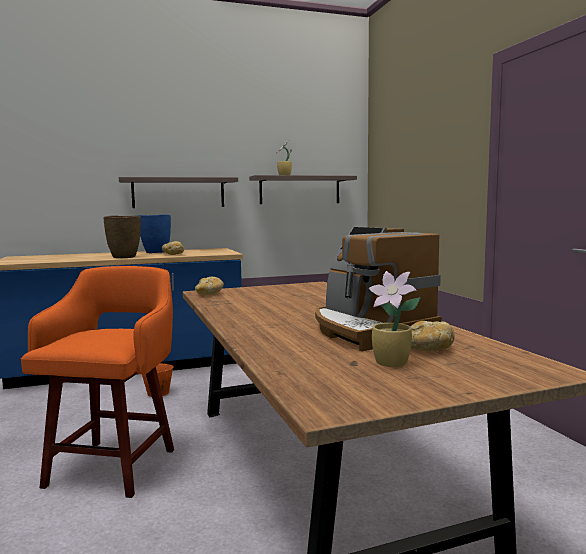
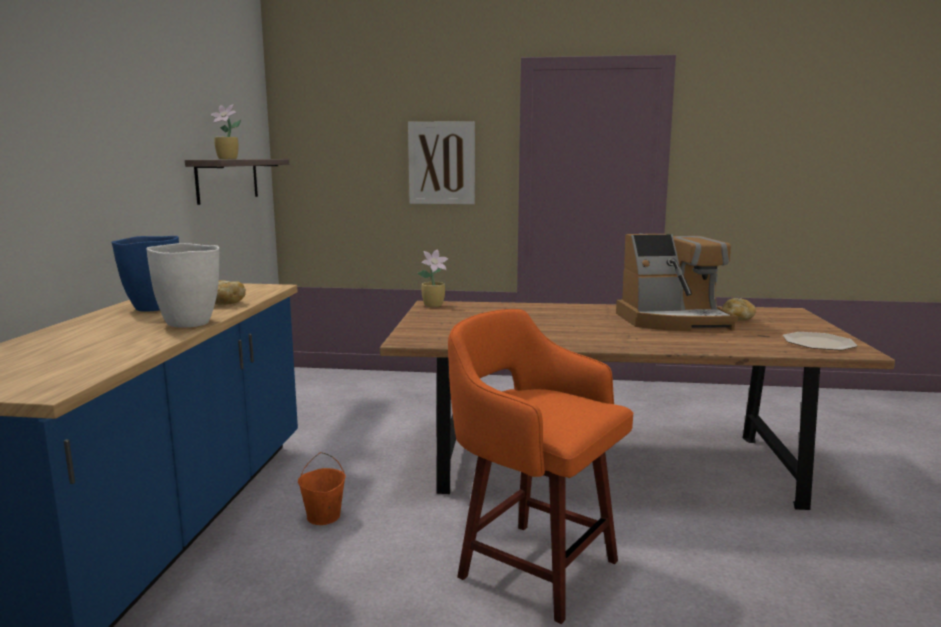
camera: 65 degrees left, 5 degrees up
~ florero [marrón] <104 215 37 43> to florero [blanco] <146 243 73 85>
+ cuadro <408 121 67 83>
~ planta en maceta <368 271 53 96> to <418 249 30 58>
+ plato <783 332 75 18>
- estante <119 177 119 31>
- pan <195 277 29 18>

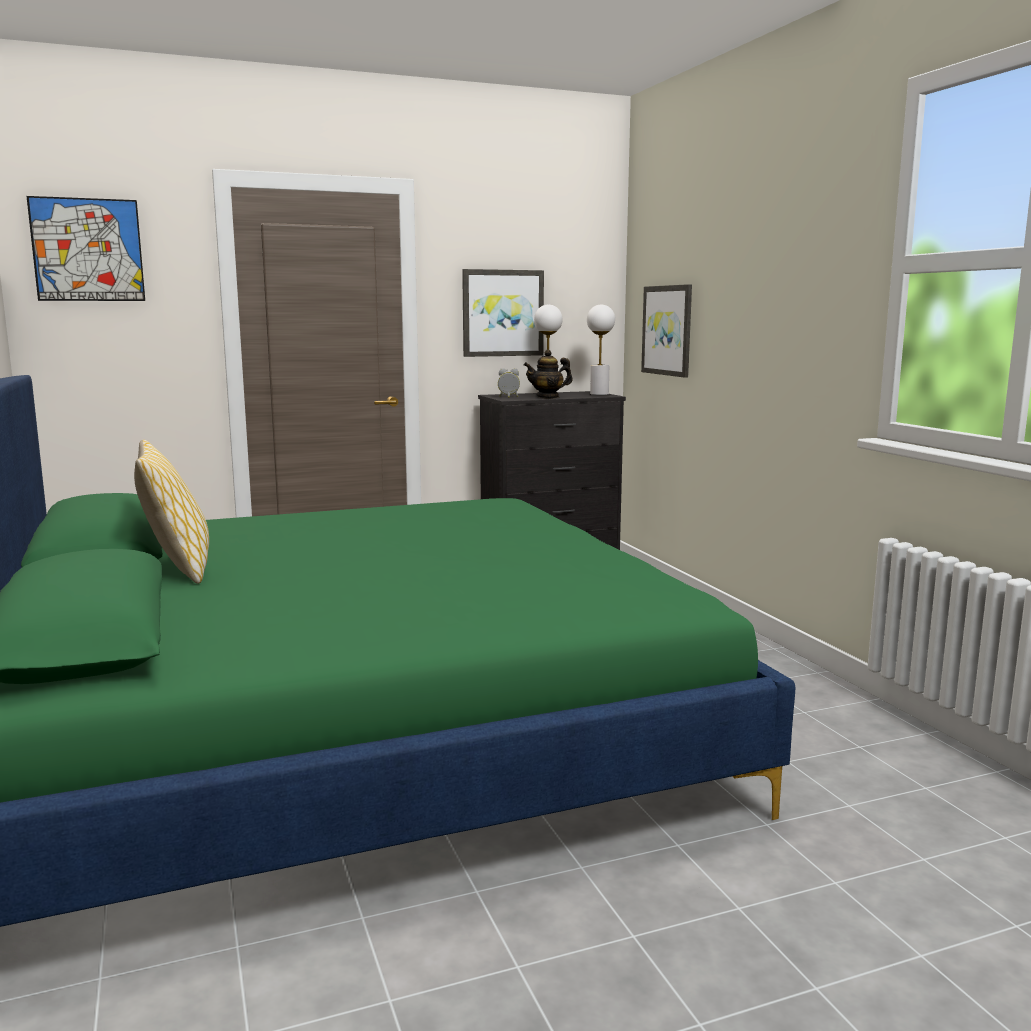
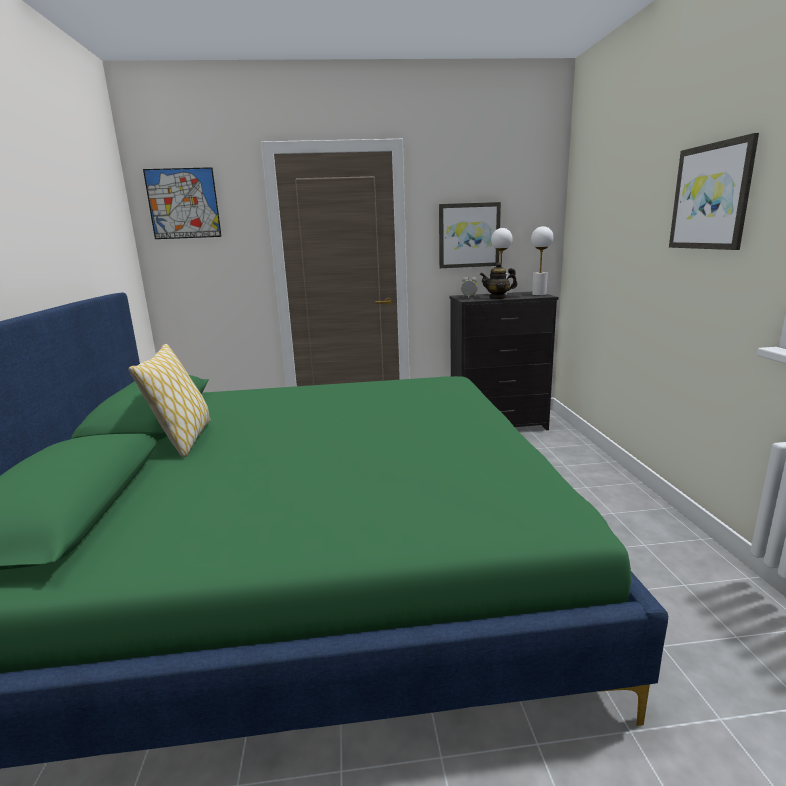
camera: 15 degrees right, 5 degrees up
~ cuadro <641 284 51 94> to <669 133 90 117>

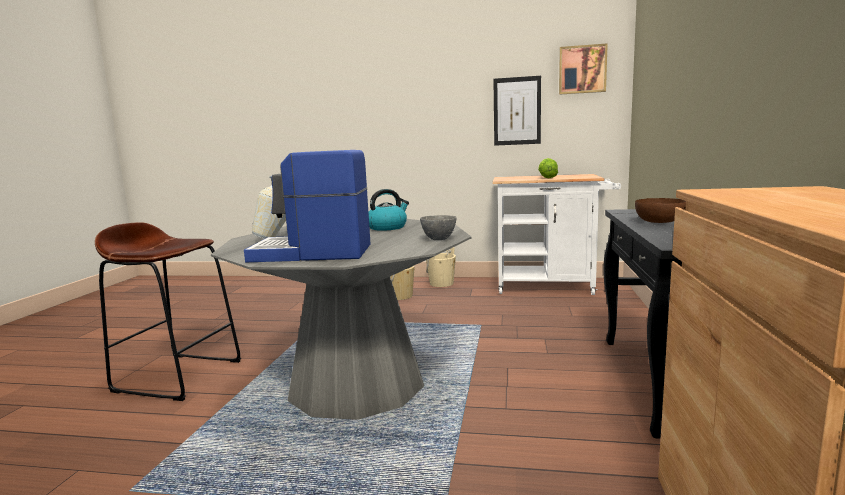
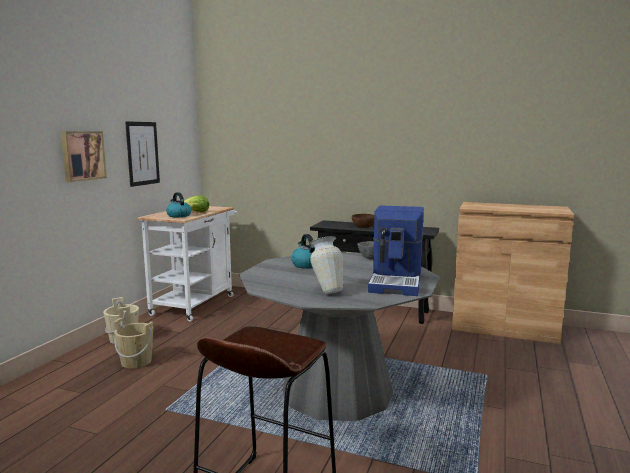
camera: 80 degrees left, 0 degrees up
~ cuadro <559 43 49 52> to <61 131 46 51>
+ hervidor <166 192 26 25>

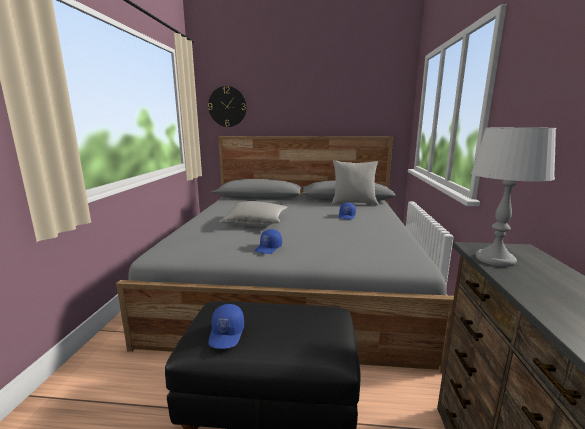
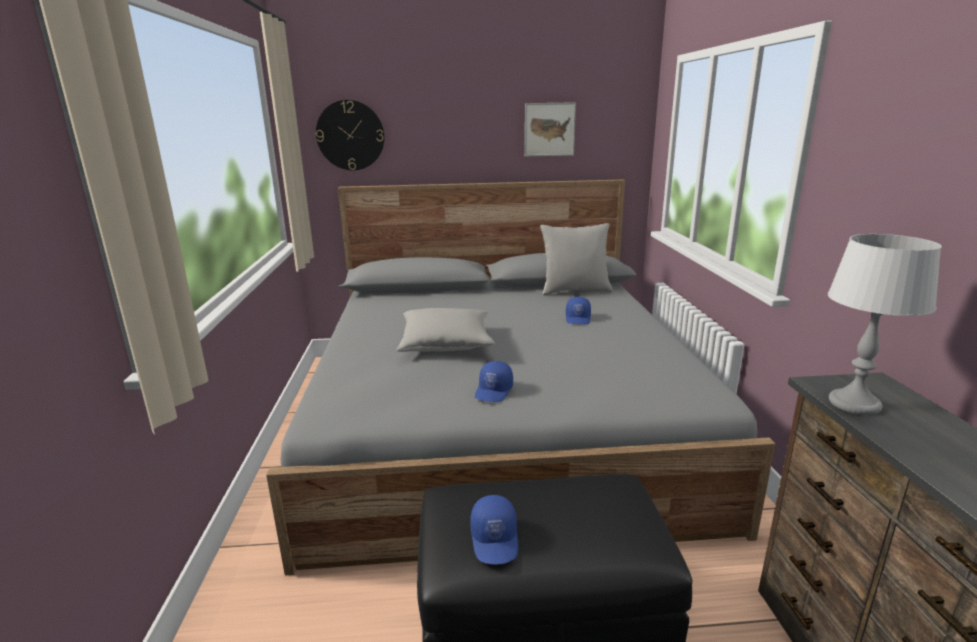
camera: 10 degrees left, 5 degrees up
+ cuadro <525 102 51 55>

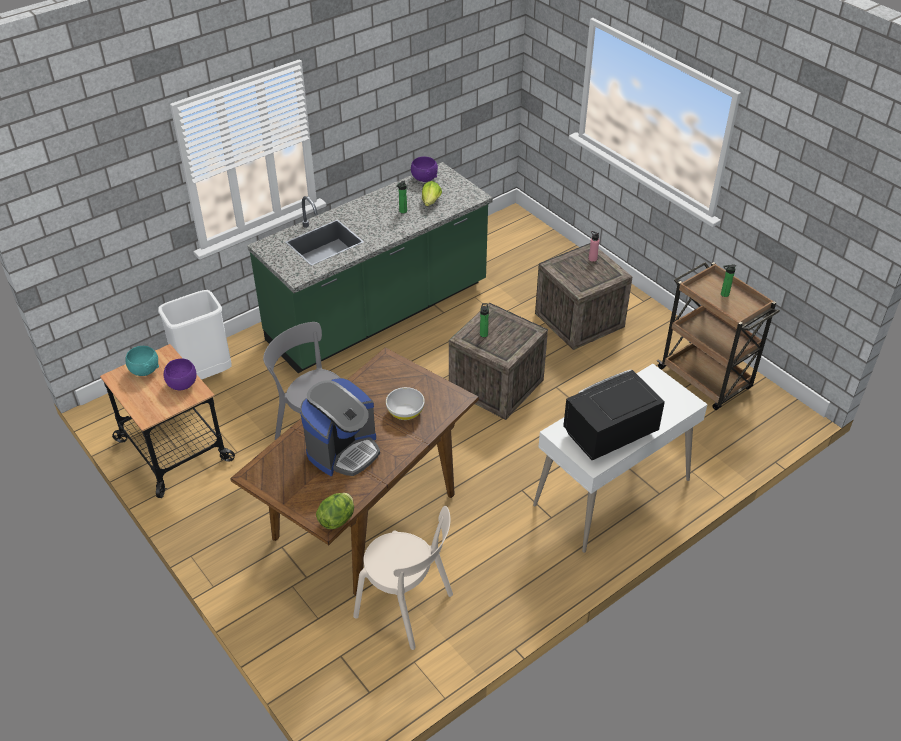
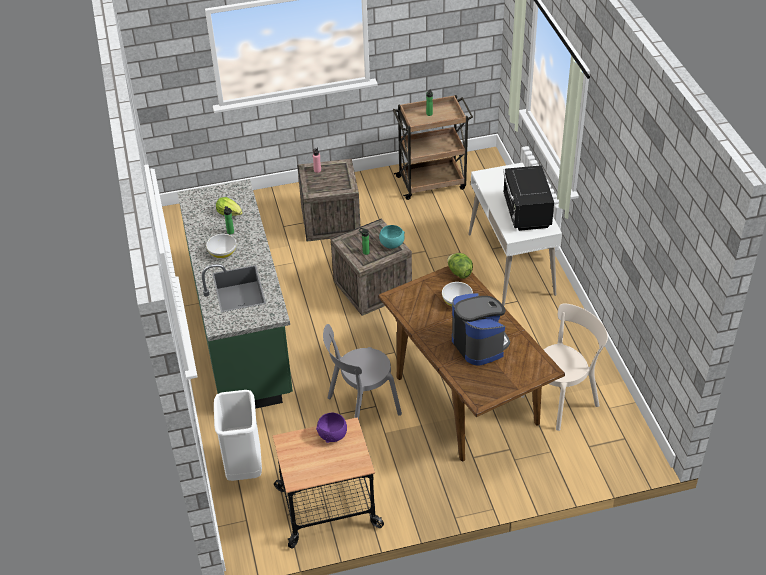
camera: 65 degrees left, 0 degrees up
+ cuenco [blanco] <206 234 30 25>
~ cuenco [turquesa] <125 346 34 30> to <379 225 26 24>
~ lechuga <316 493 38 36> to <447 253 26 26>
- cuenco [morado] <411 157 27 25>

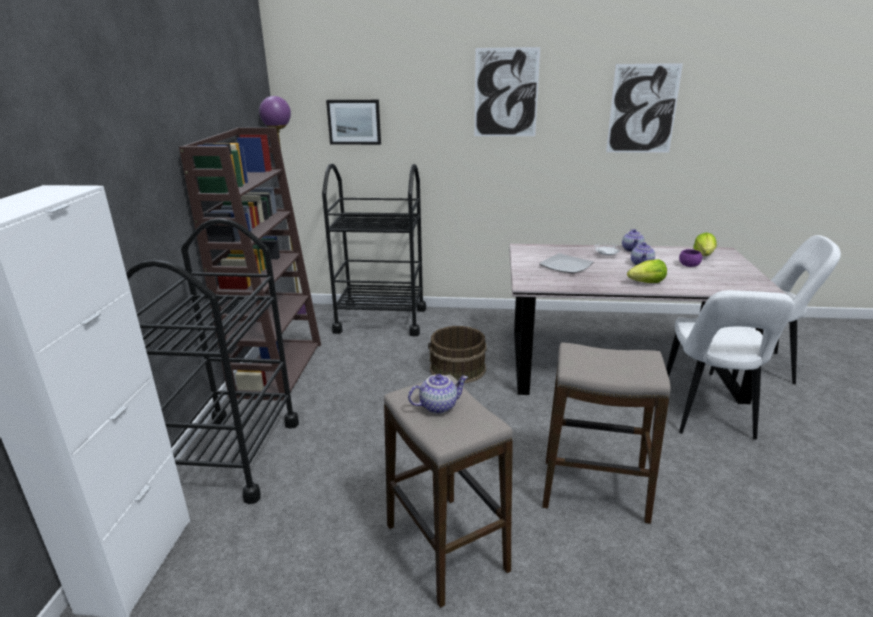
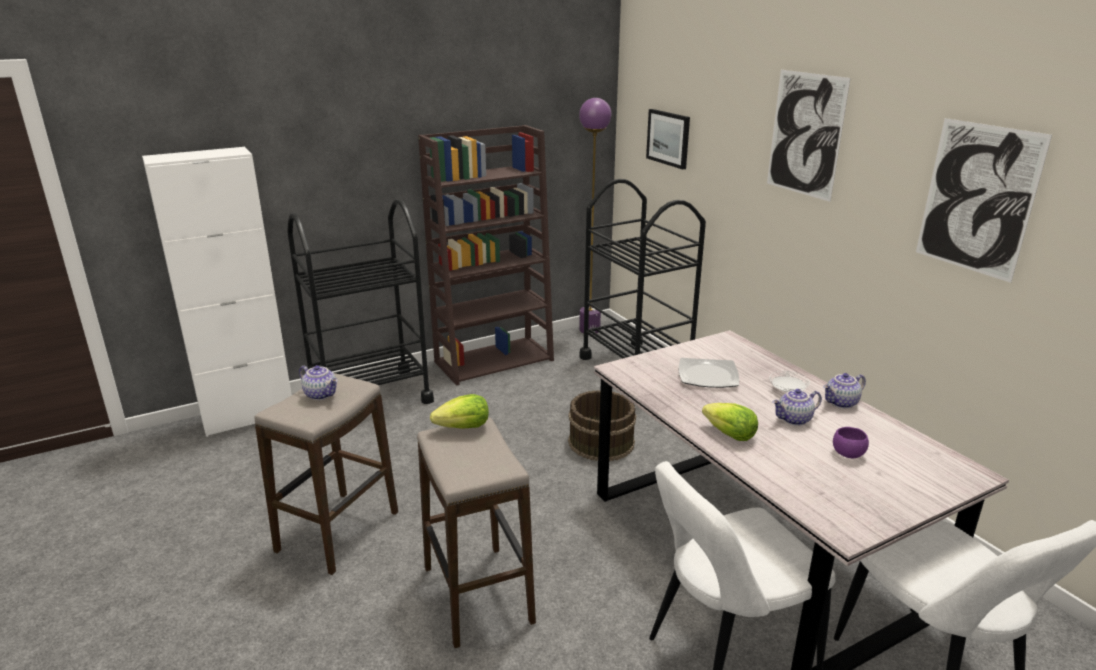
camera: 55 degrees right, 0 degrees up
~ lechuga <693 232 24 24> to <430 394 59 35>

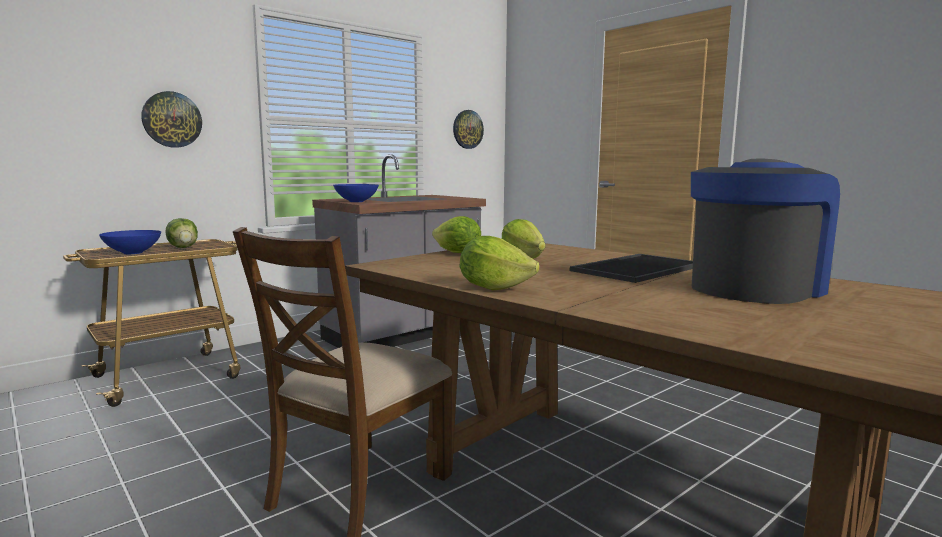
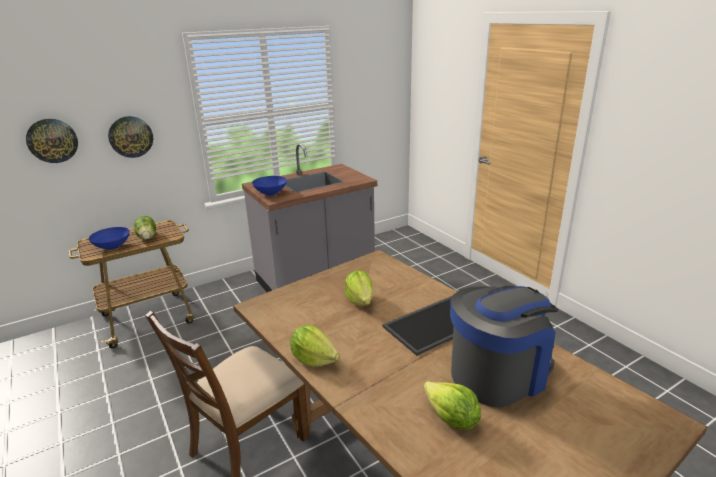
camera: 10 degrees right, 15 degrees up
~ reloj de pared <453 110 31 39> to <26 118 52 45>
~ lechuga <432 216 49 37> to <424 381 57 49>

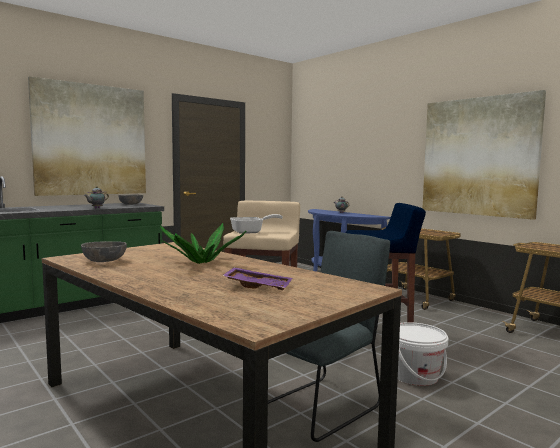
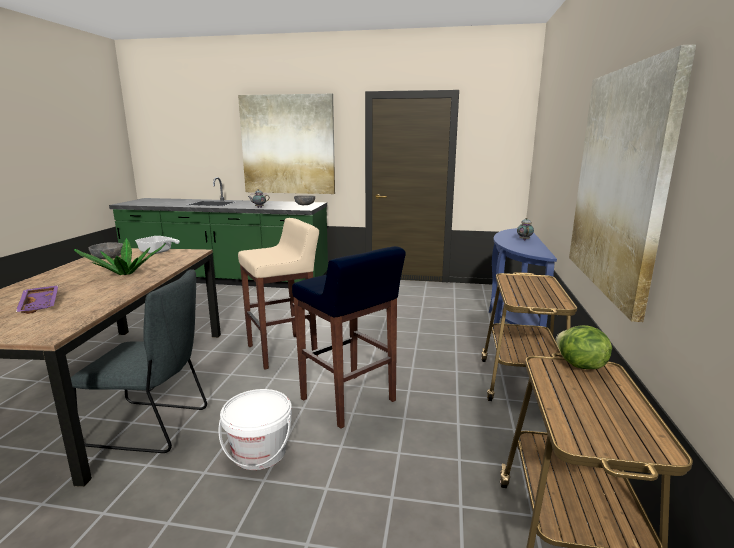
camera: 50 degrees right, 10 degrees up
~ sartén <230 214 53 20> to <135 236 45 18>
+ lechuga <556 325 56 44>

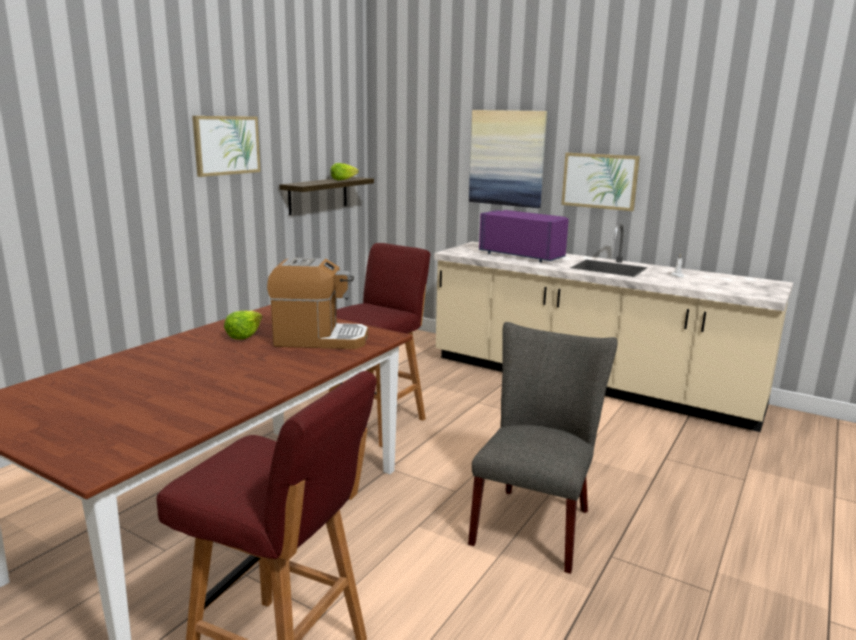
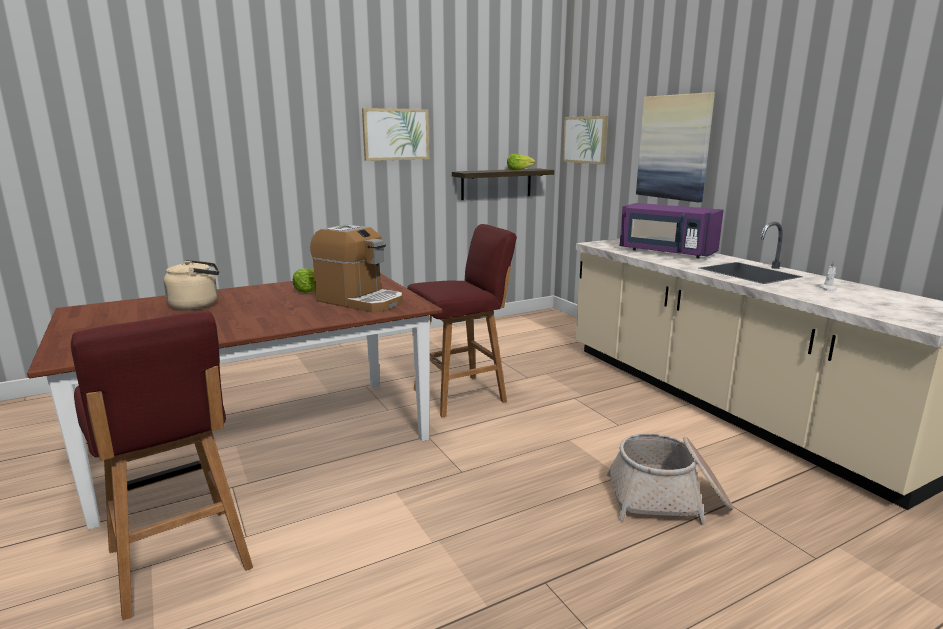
camera: 30 degrees right, 0 degrees up
+ hervidor [beis] <164 260 55 50>
~ cuadro <561 153 79 58> to <563 116 45 49>
+ cesta <606 434 128 91>
~ microondas [morado] <479 210 90 52> = <620 203 104 55> 150 degrees clockwise
- silla [gris] <468 322 150 252>

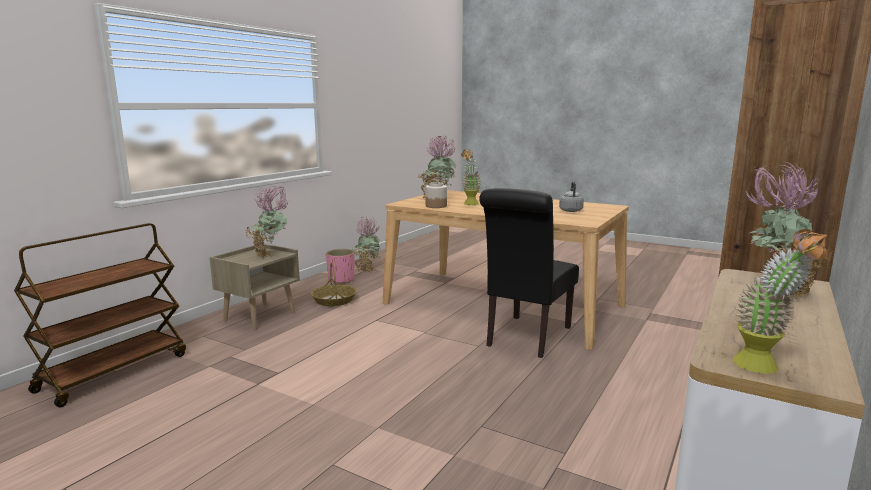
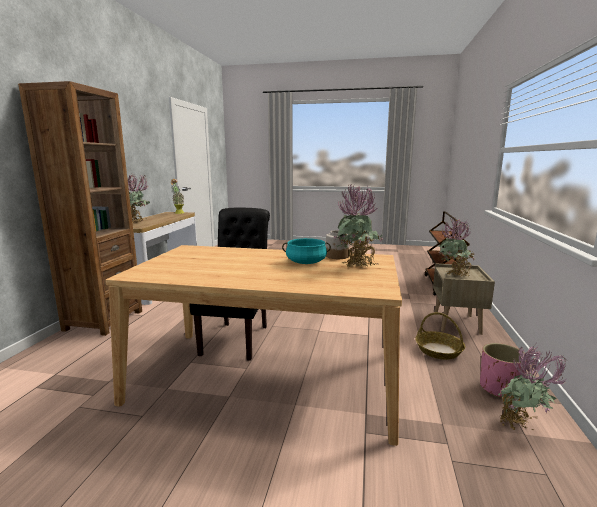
camera: 160 degrees right, 0 degrees up
~ planta en maceta <461 149 20 56> to olla [turquesa] <282 238 49 26>
- hervidor [gris] <559 181 25 31>

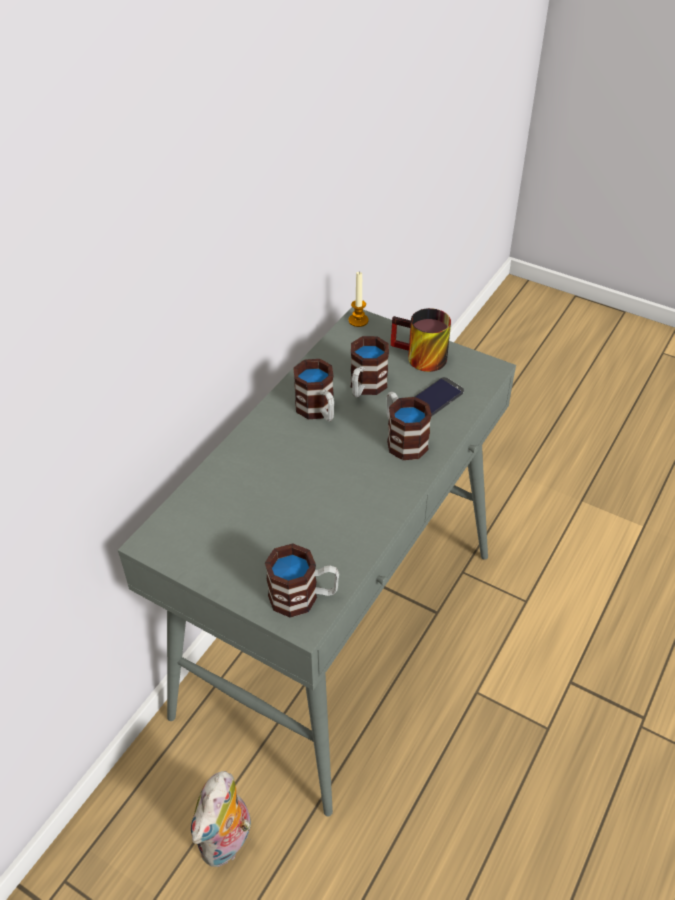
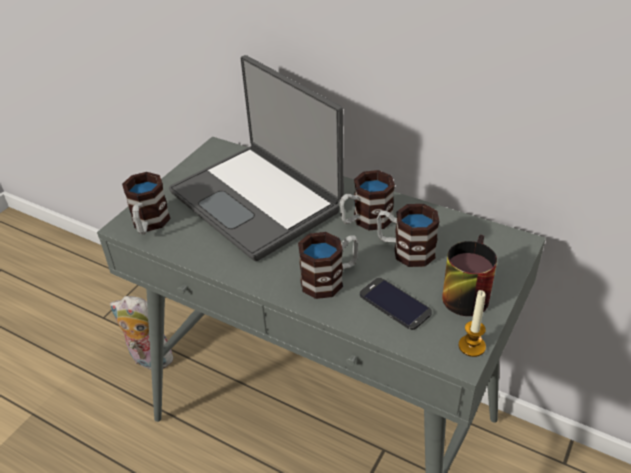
camera: 90 degrees right, 5 degrees down
+ portátil <169 55 175 206>
~ vela <349 272 20 55> to <458 290 28 67>

